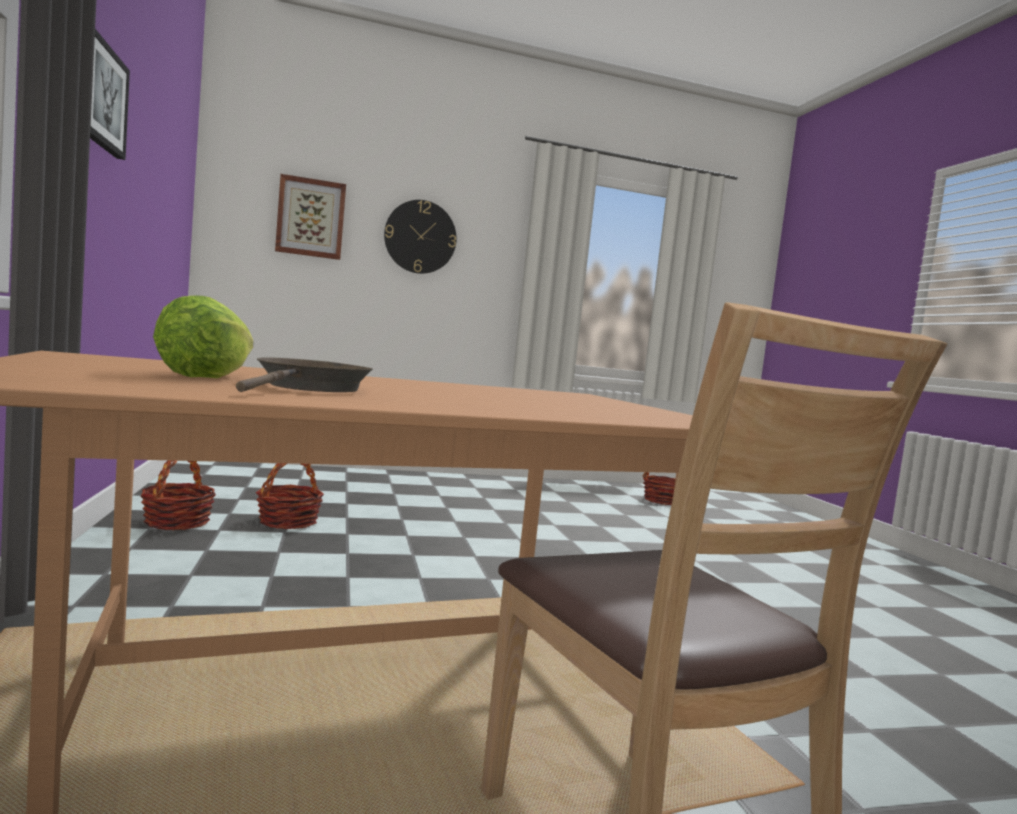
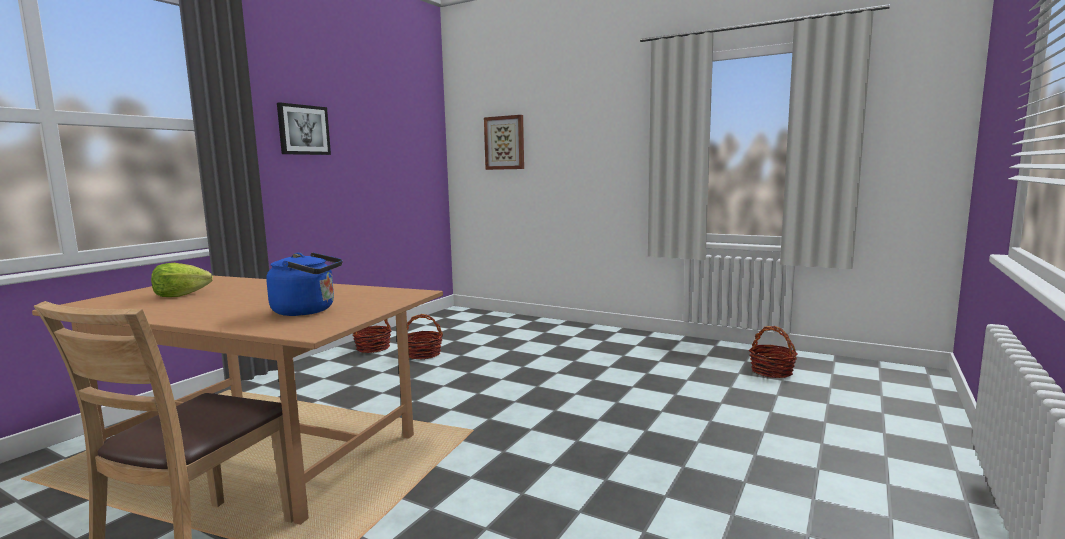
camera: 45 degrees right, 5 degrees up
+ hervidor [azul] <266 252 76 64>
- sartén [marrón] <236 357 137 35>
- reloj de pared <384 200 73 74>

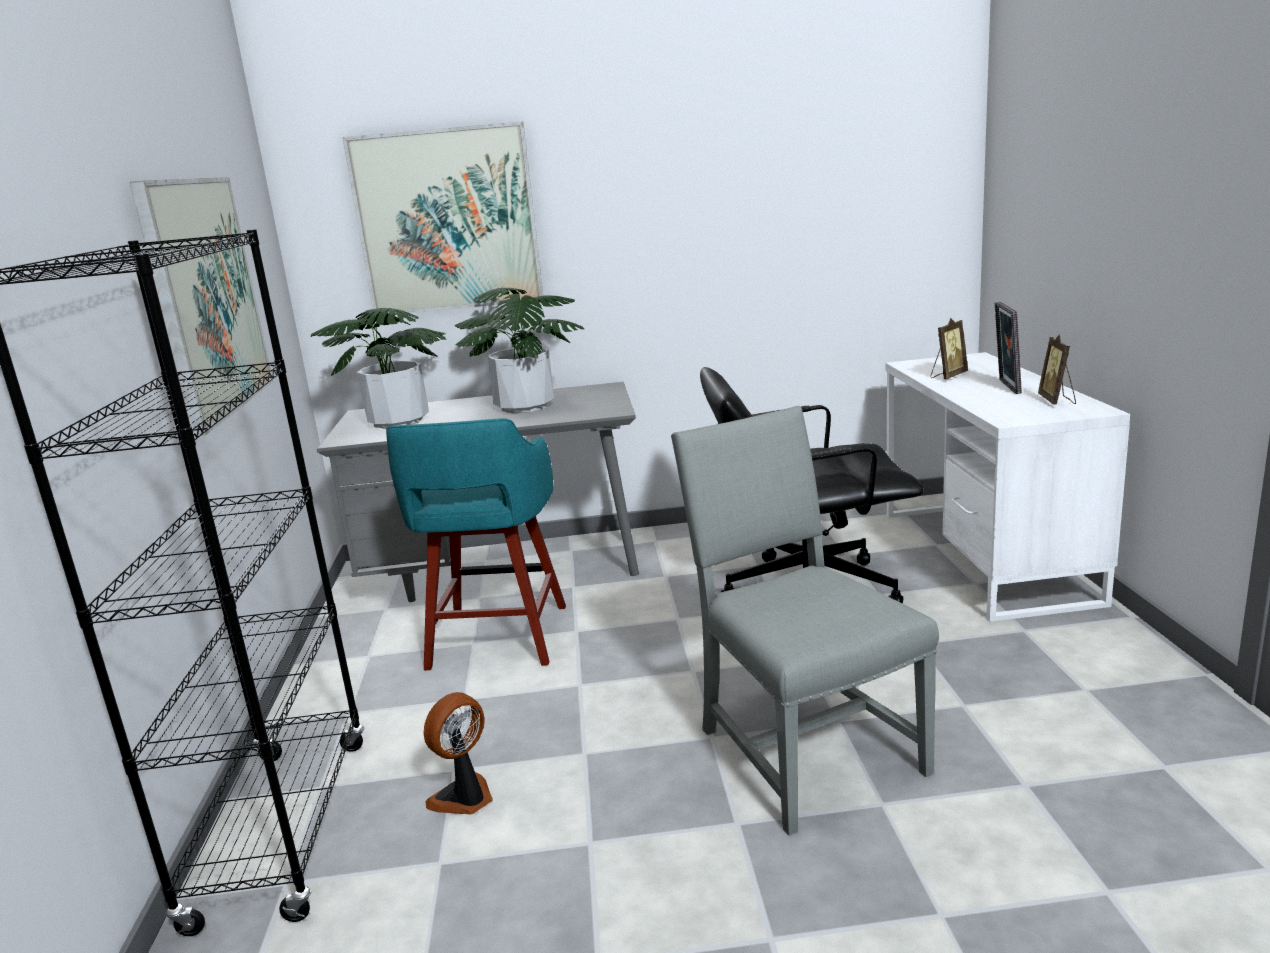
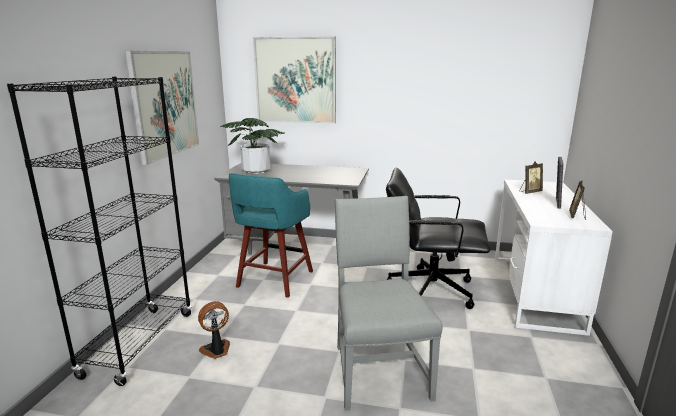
camera: 15 degrees right, 0 degrees up
- planta en maceta <455 288 130 125>

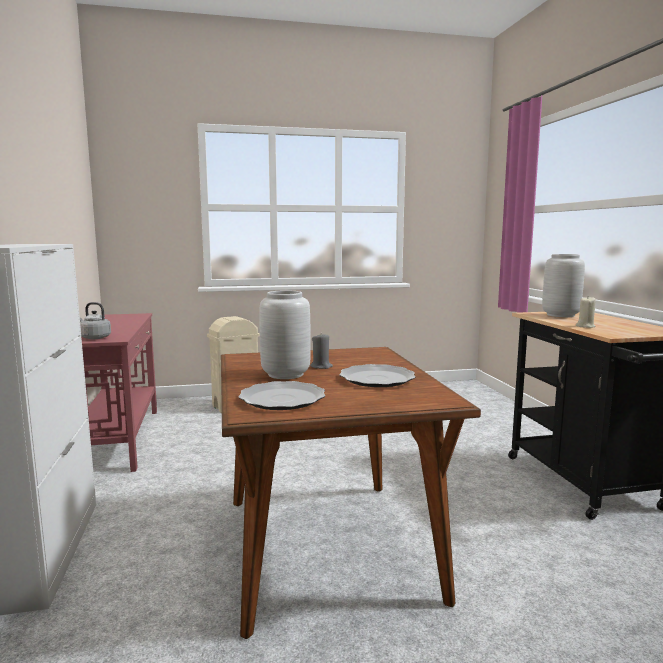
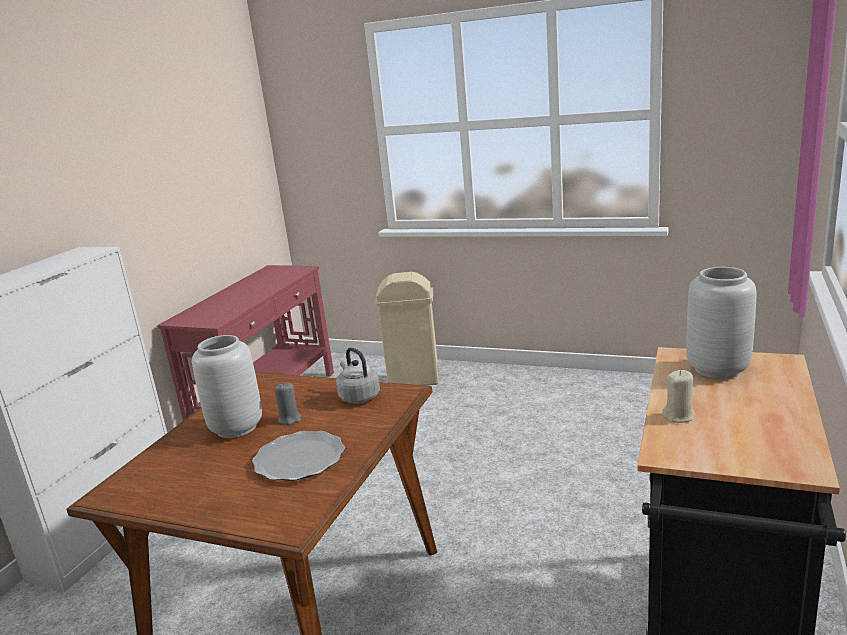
camera: 35 degrees right, 10 degrees up
~ hervidor [gris] <80 302 31 37> to <336 347 44 57>
- plato <238 381 87 29>

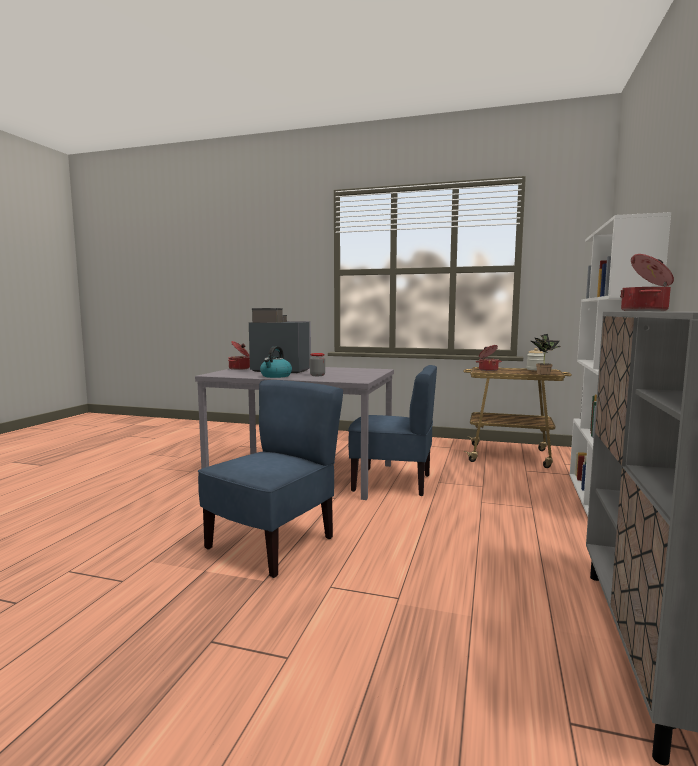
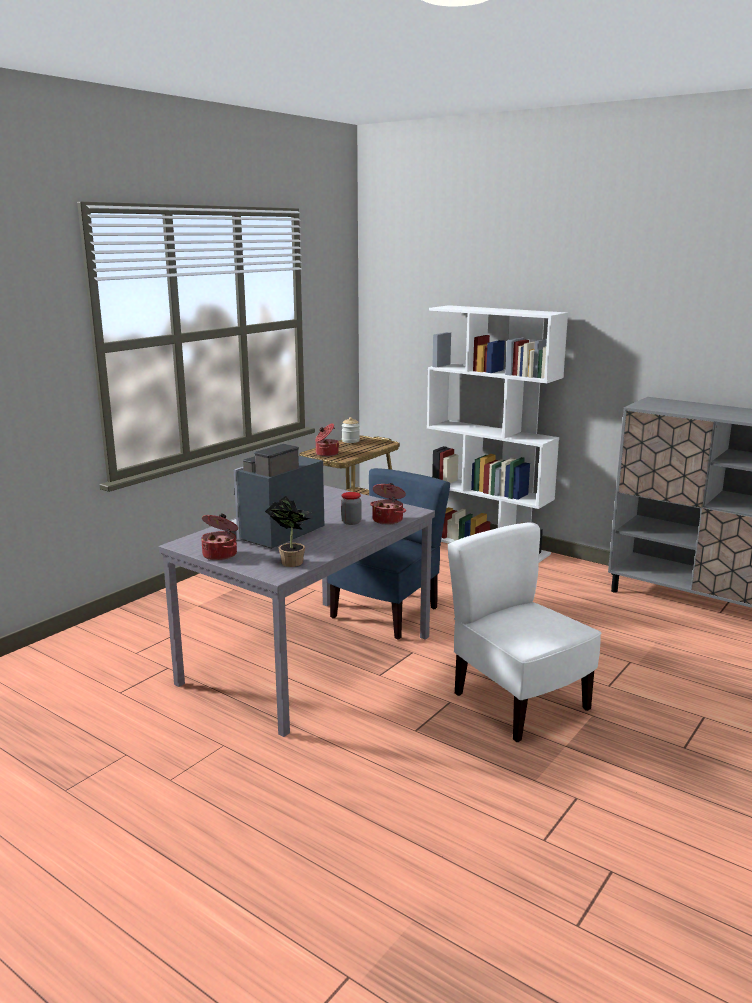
camera: 70 degrees left, 10 degrees up
~ planta en maceta <531 334 31 40> to <265 496 47 71>
~ olla <620 254 54 57> to <370 483 36 42>
~ silla [azul] <198 380 145 198> to silla [blanco] <448 522 154 220>
- hervidor <260 346 32 32>

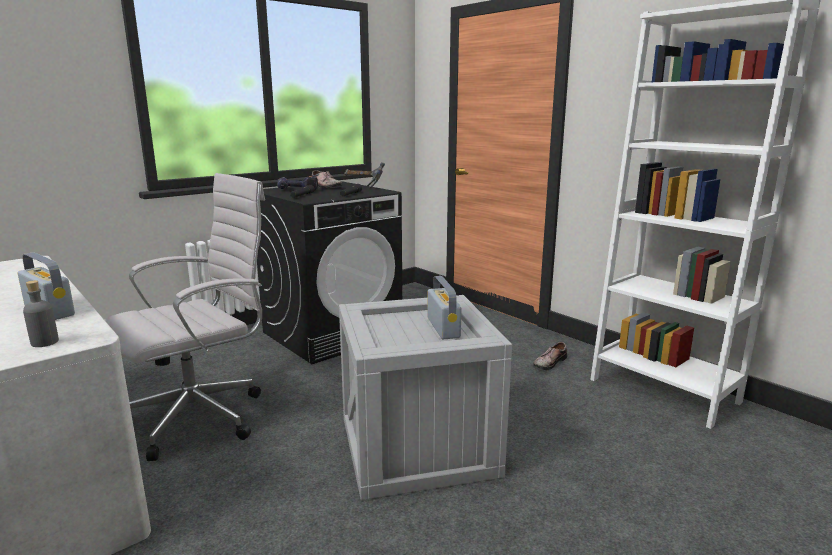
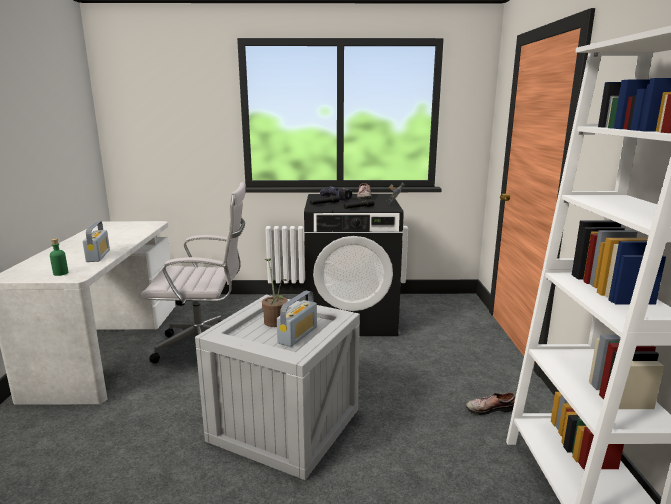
camera: 40 degrees right, 0 degrees up
~ botella [gris] <23 280 36 67> to botella [verde] <50 238 18 38>
+ planta en maceta <262 258 26 69>

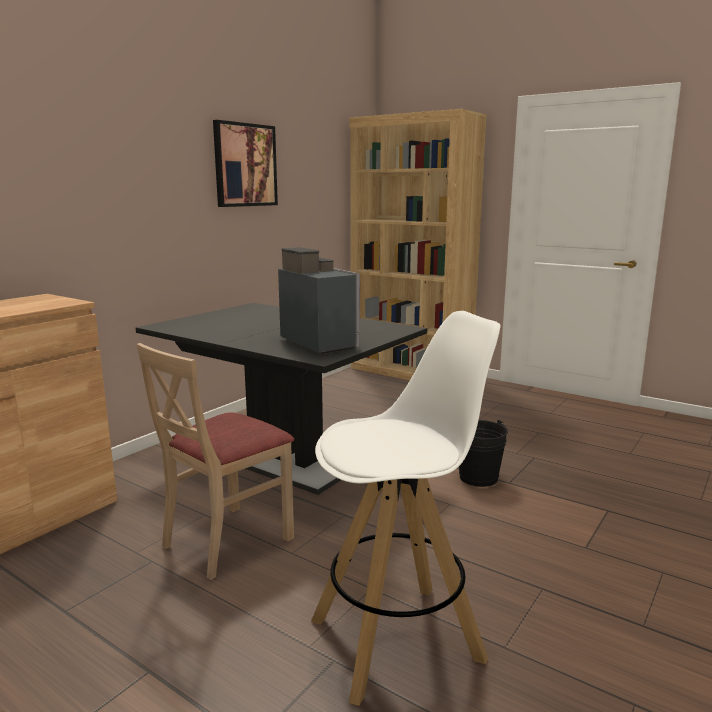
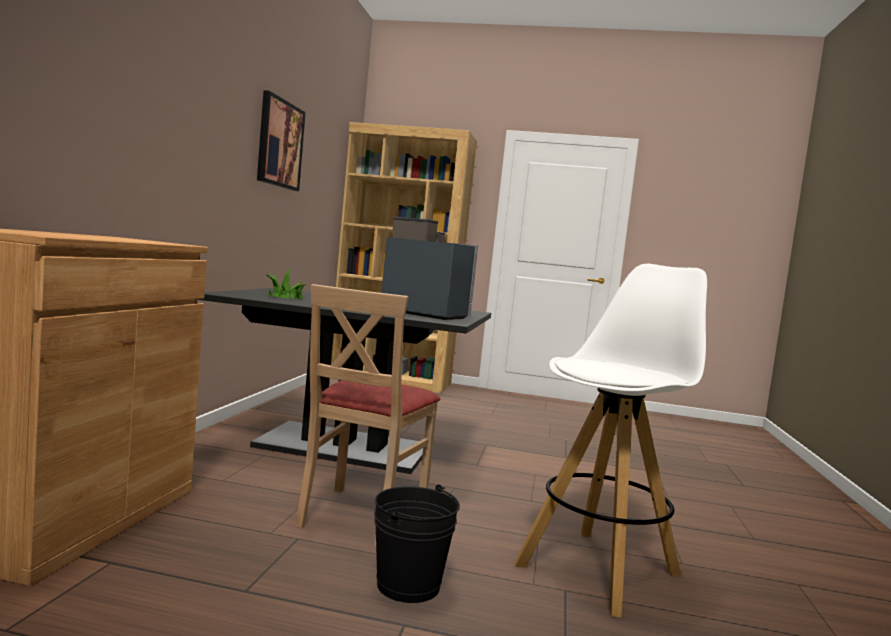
camera: 25 degrees left, 10 degrees down
+ planta en maceta <265 267 41 32>
~ cubo [negro] <459 420 49 67> to <374 484 86 119>

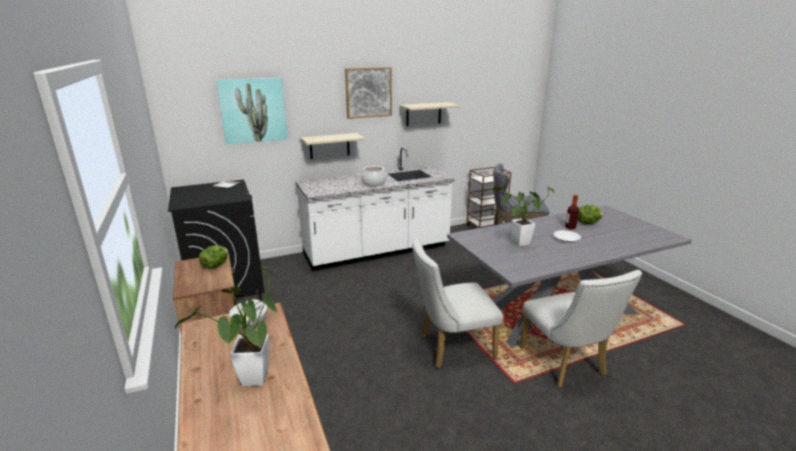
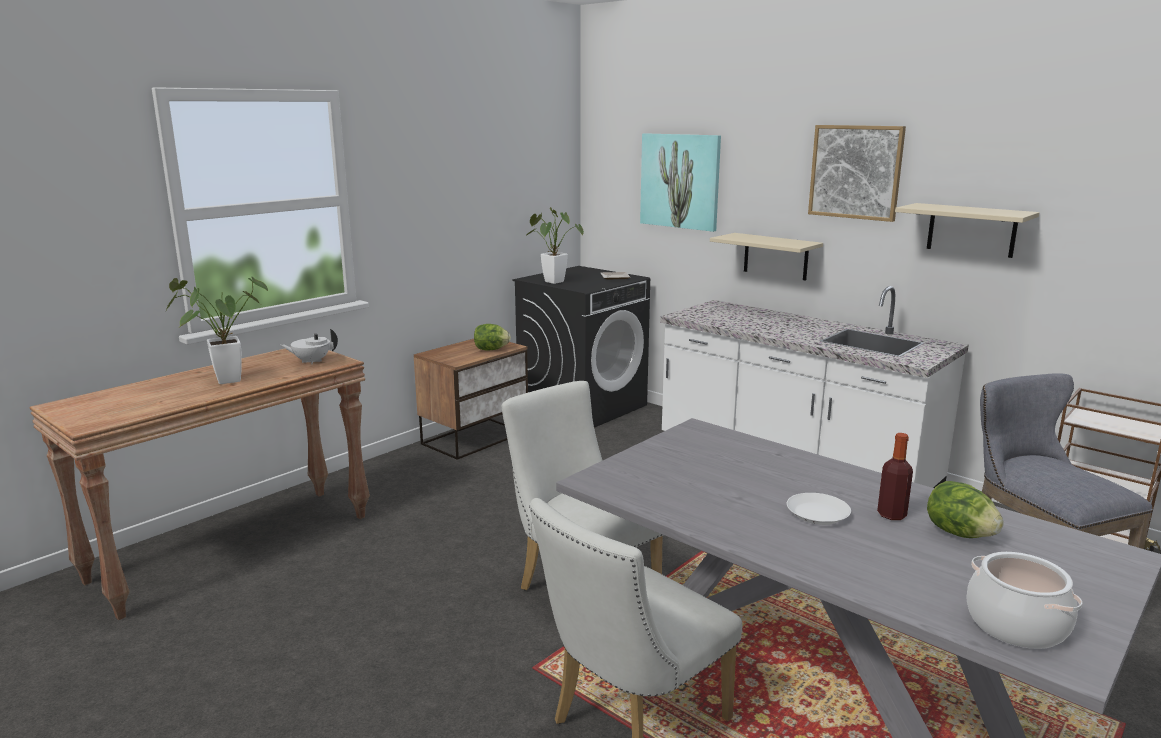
camera: 65 degrees right, 5 degrees down
~ planta en maceta <492 185 63 62> to <526 207 58 77>
~ olla <360 166 27 21> to <966 552 117 97>

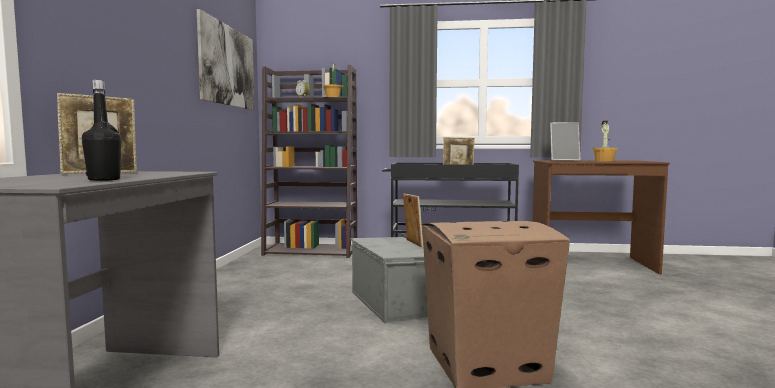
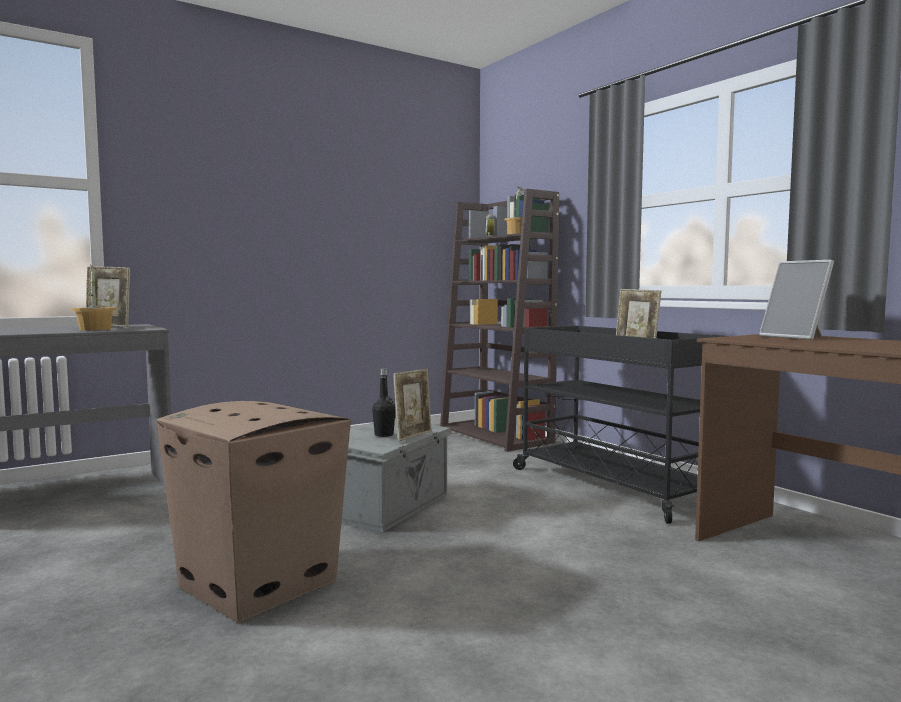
camera: 50 degrees right, 0 degrees up
~ planta en maceta <592 121 26 41> to <72 265 44 66>
~ botella [negro] <82 80 40 101> to <372 369 23 68>
- cuadro <197 9 58 101>

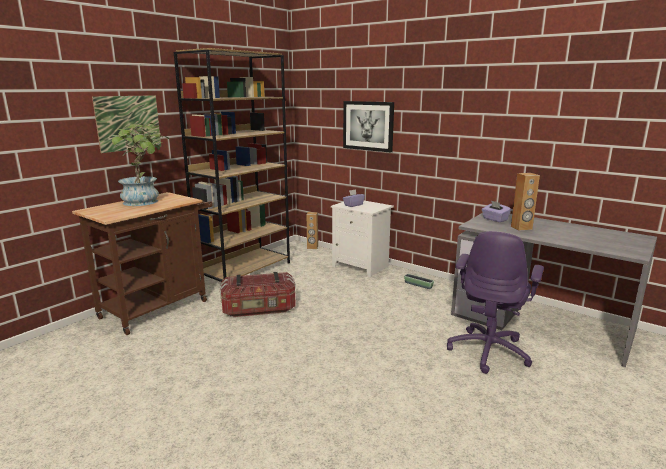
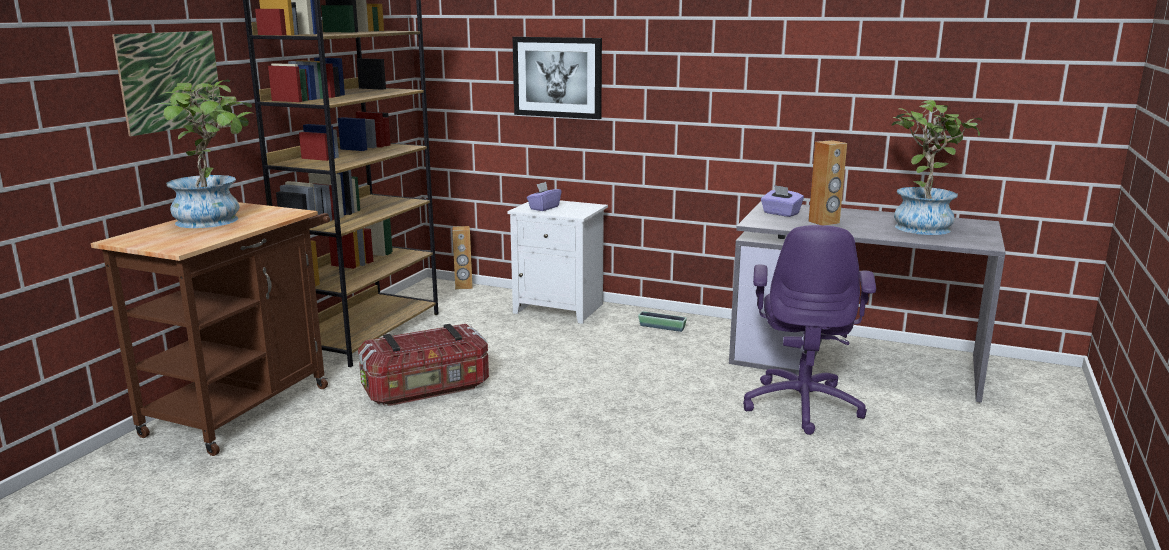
camera: 15 degrees left, 0 degrees up
+ planta en maceta <892 100 90 135>

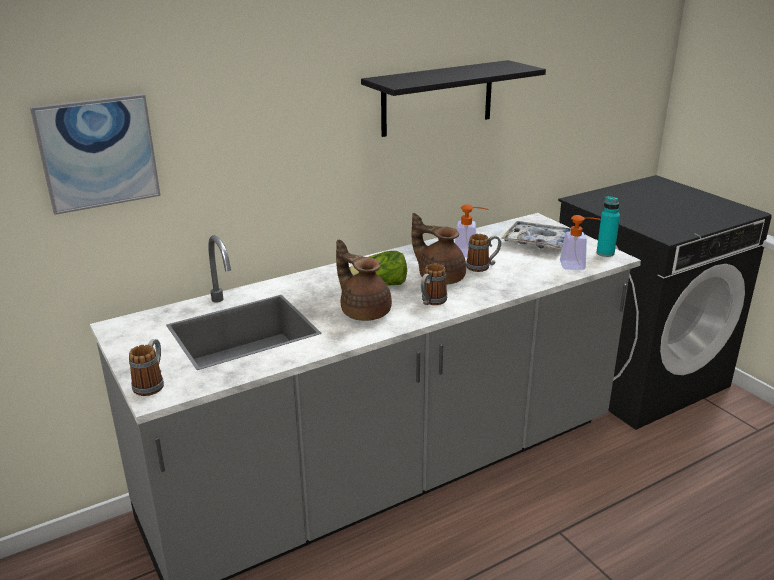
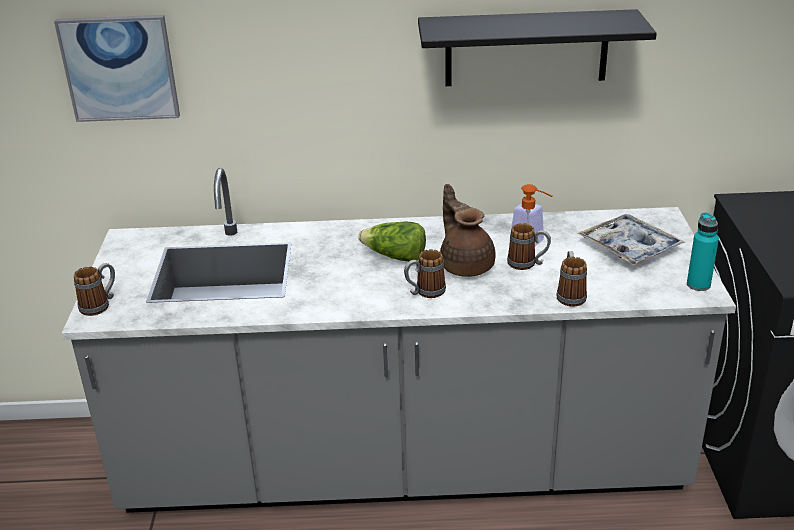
camera: 30 degrees right, 5 degrees up
+ taza grande <557 251 30 56>
- tetera [marrón] <336 239 56 82>
- dispensador de jabón <560 215 41 55>

